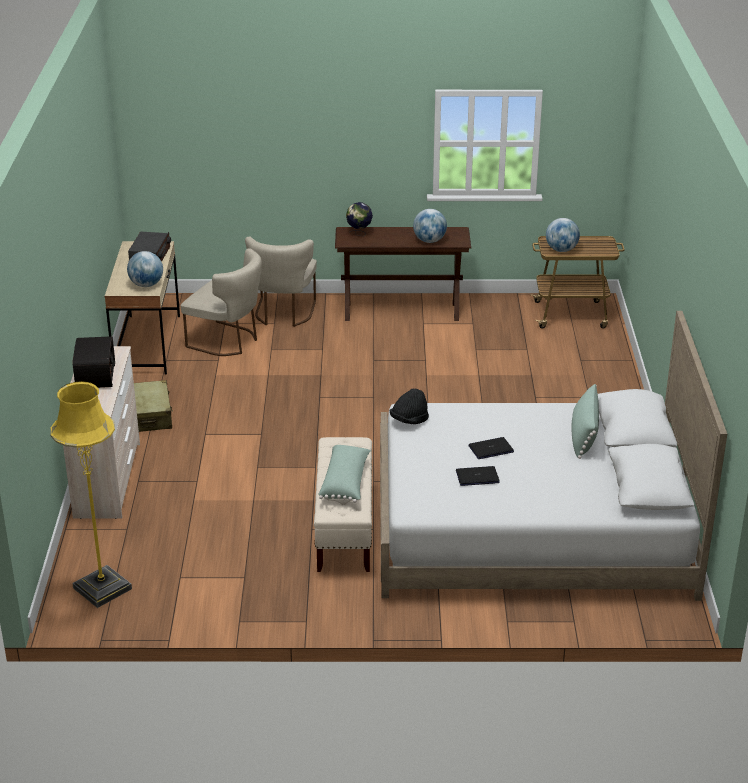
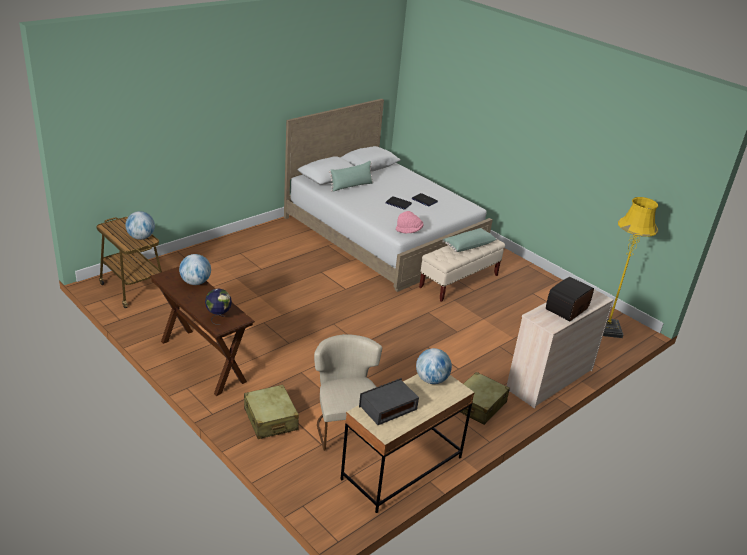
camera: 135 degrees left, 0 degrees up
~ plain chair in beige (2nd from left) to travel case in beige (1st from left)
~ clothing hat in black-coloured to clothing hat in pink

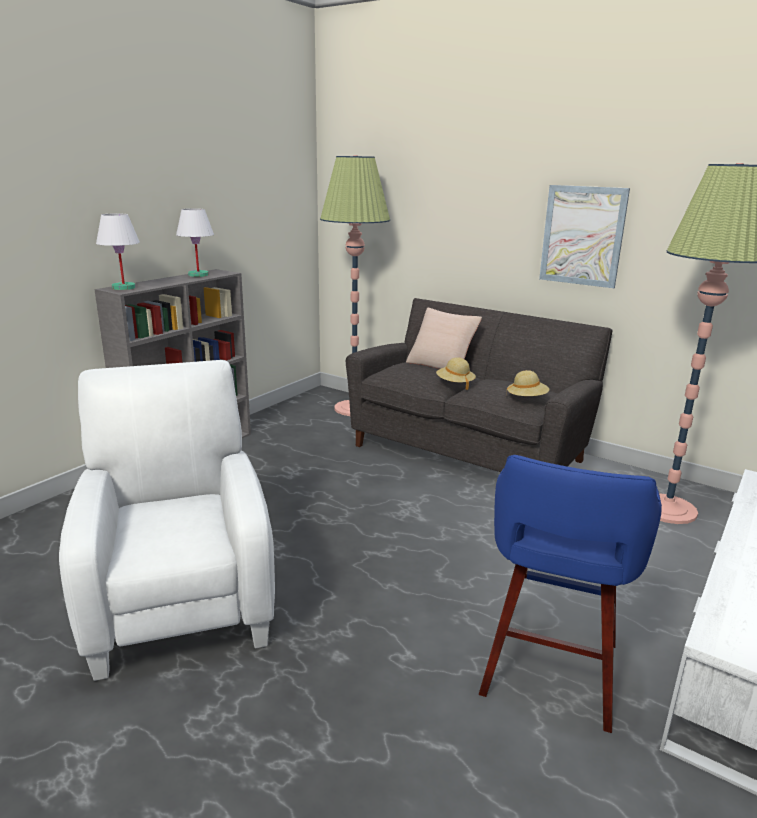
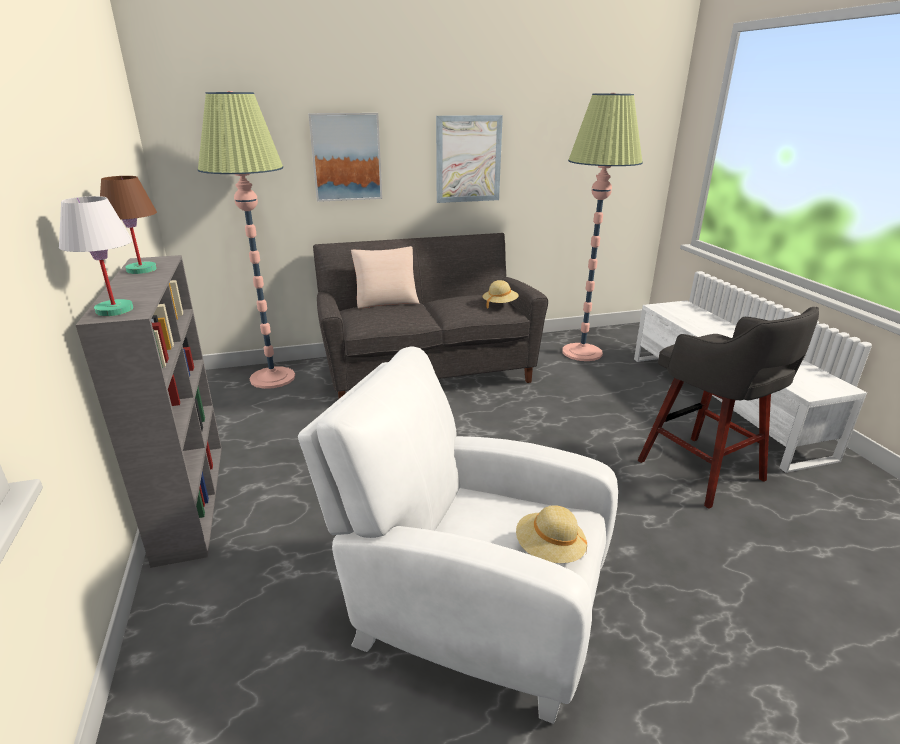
camera: 50 degrees left, 5 degrees up
~ tabletop lamp in white (2nd from left) to tabletop lamp in brownish
+ wall picture (1st from left)
~ clothing hat in beige (1st from left in the first image) to clothing hat in beige (2nd from left)
~ sitting stool in blue-coloured to sitting stool in gray

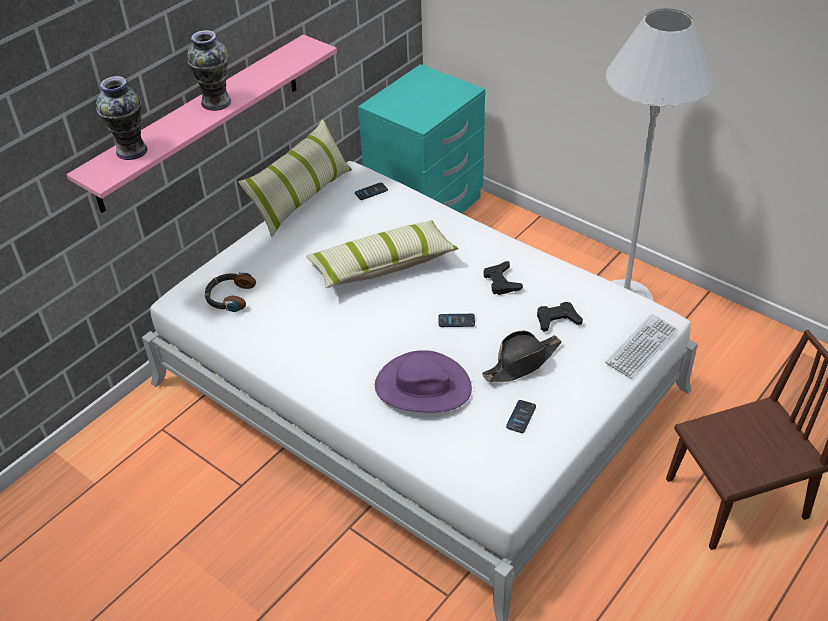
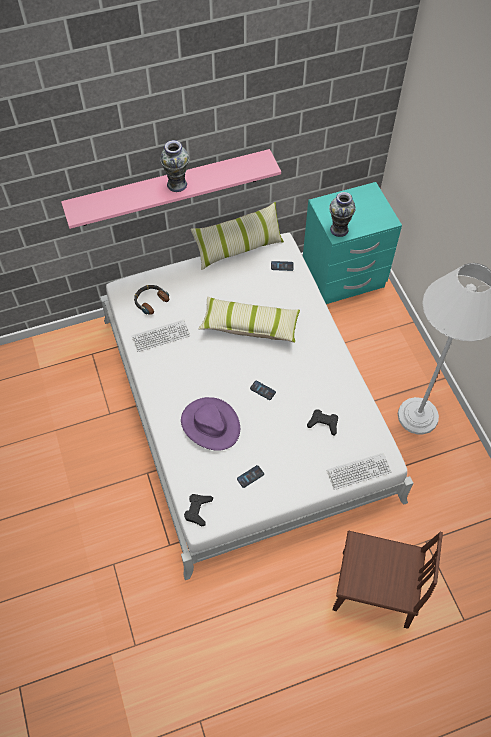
camera: 30 degrees right, 15 degrees up
+ computer keyboard (1st from left)
~ game controller in black-coloured (1st from left)
~ vase (1st from left in the first image) to vase (2nd from left)
- clothing hat in black-coloured

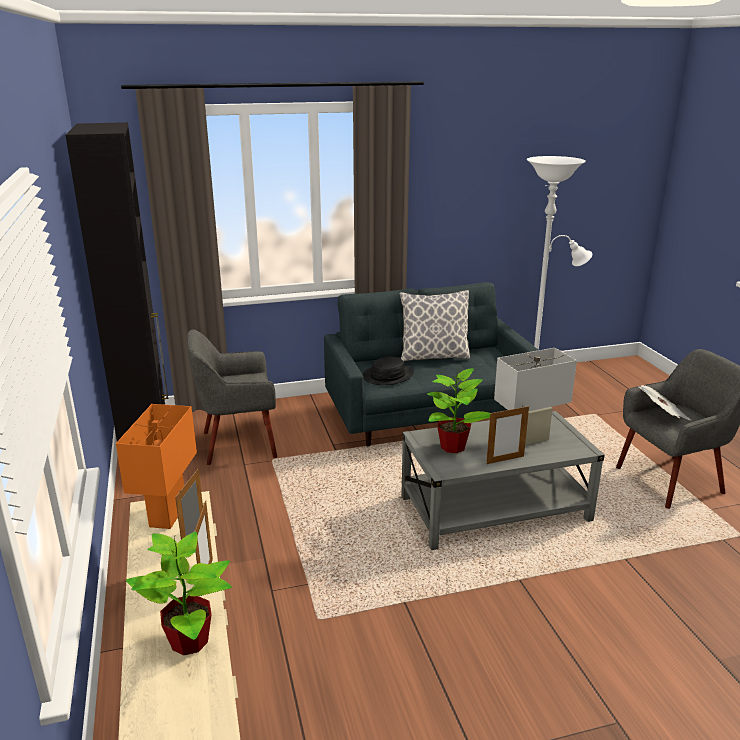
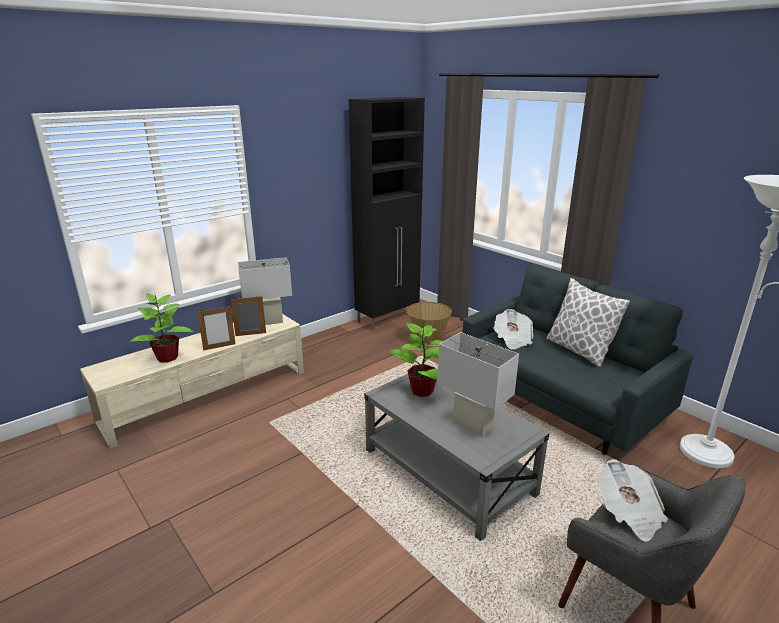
camera: 65 degrees right, 0 degrees up
~ tabletop lamp in orangey to tabletop lamp in white (1st from left)
~ easy chair in gray (1st from left) to storage basket
~ clothing hat in black-coloured to newspaper (1st from left)
- photo frame (3rd from left)

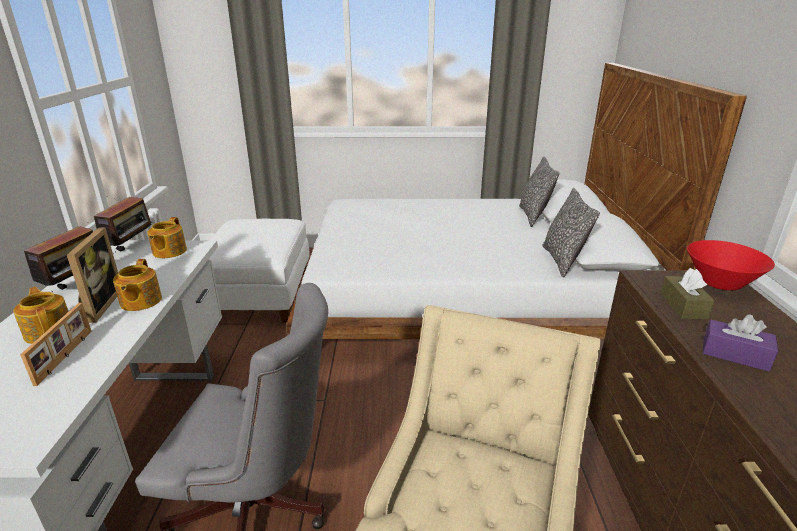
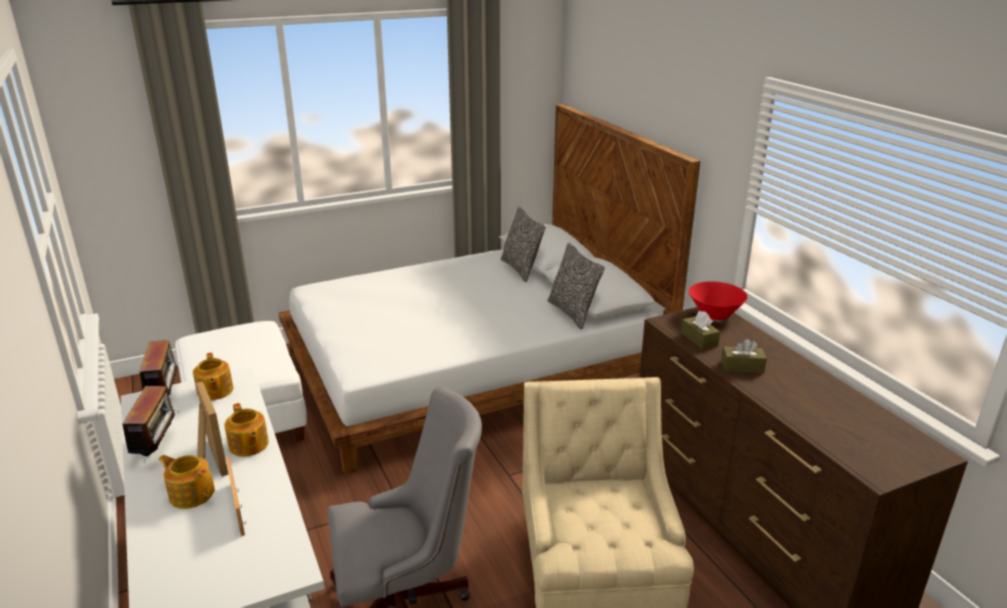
camera: 25 degrees left, 0 degrees up
~ tissue box in purple to tissue box in brownish (2nd from left)

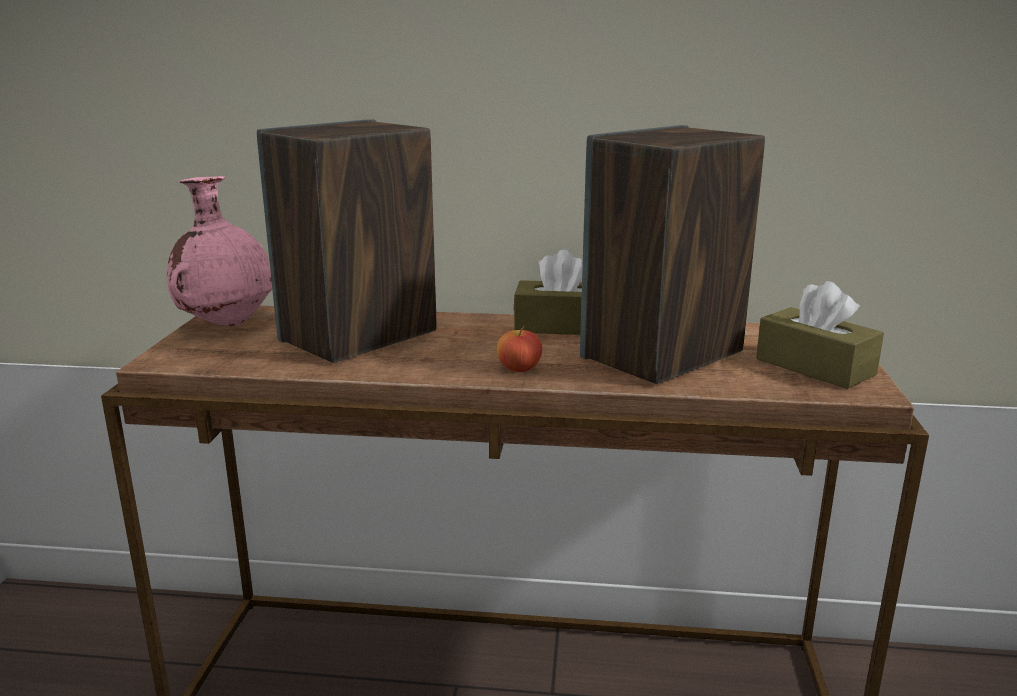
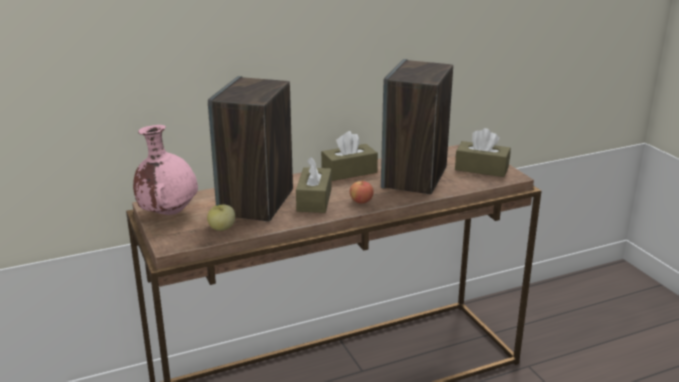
camera: 30 degrees left, 5 degrees up
+ whole apple (1st from left)
+ tissue box in brownish (1st from left)

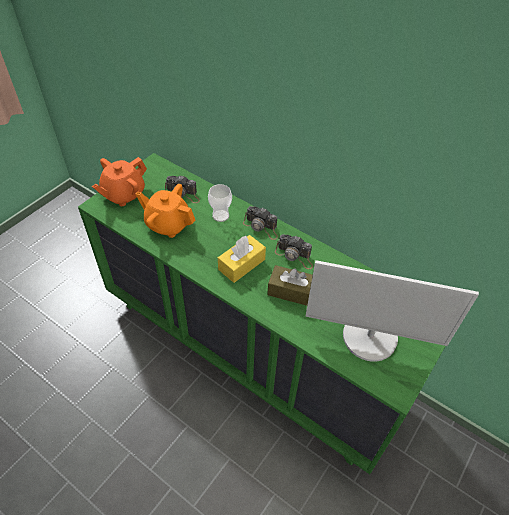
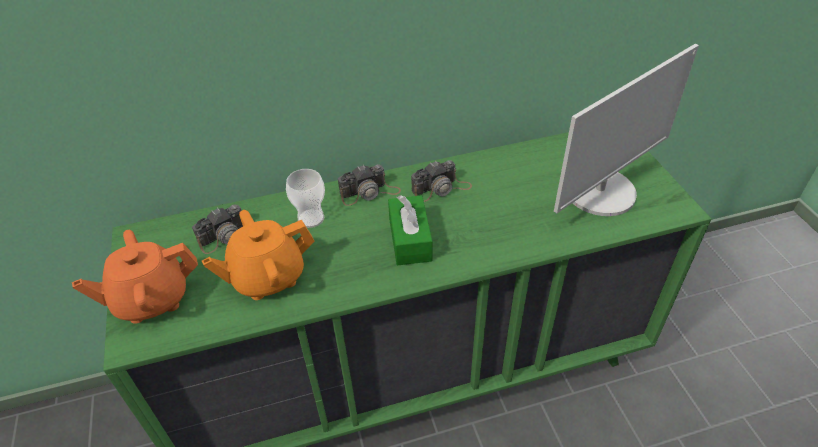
camera: 50 degrees left, 5 degrees down
~ tea pot in orangey (1st from left) 75 degrees clockwise
~ tissue box in yellow to tissue box in greenish
- tissue box in brownish

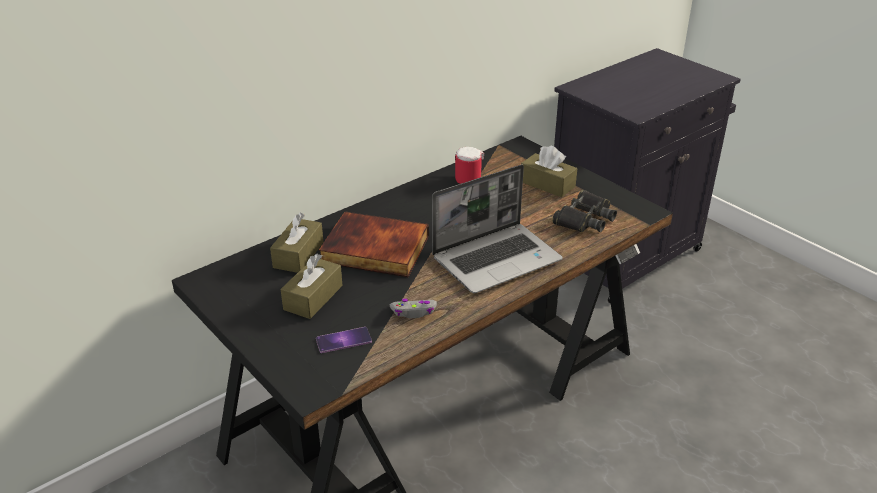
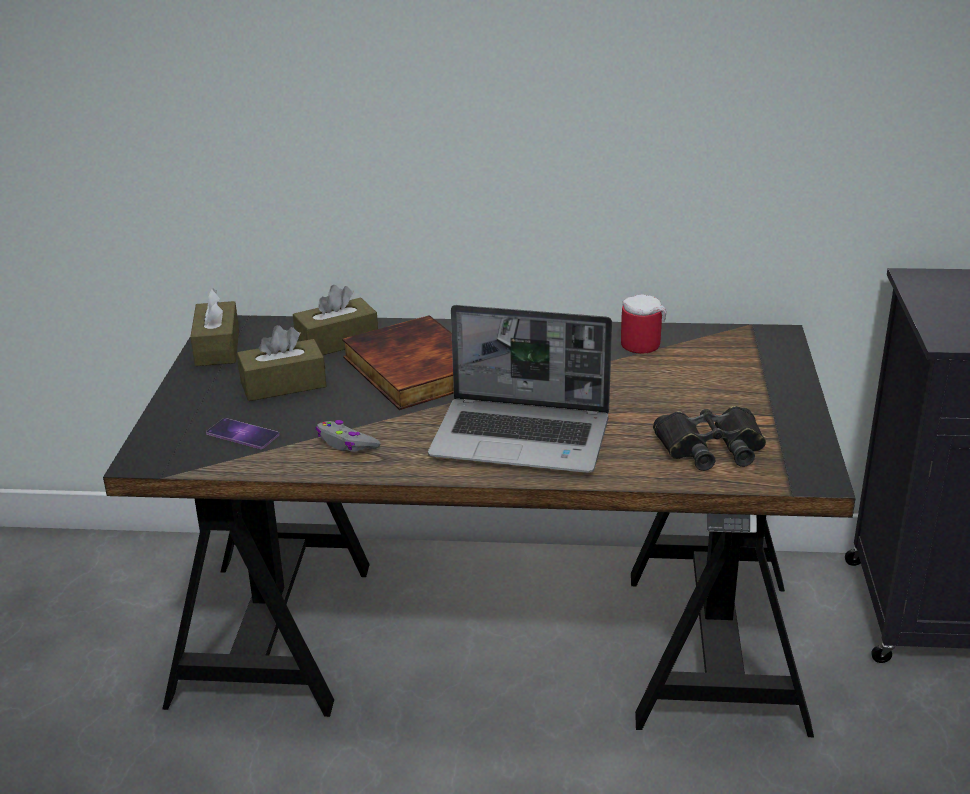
camera: 45 degrees right, 5 degrees down
~ tissue box in brownish (3rd from left in the first image) to tissue box in brownish (1st from left)

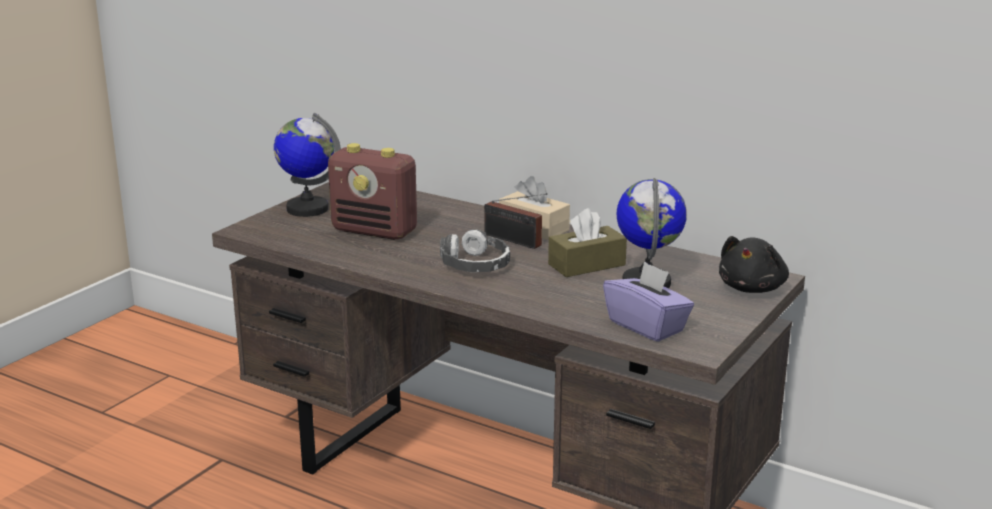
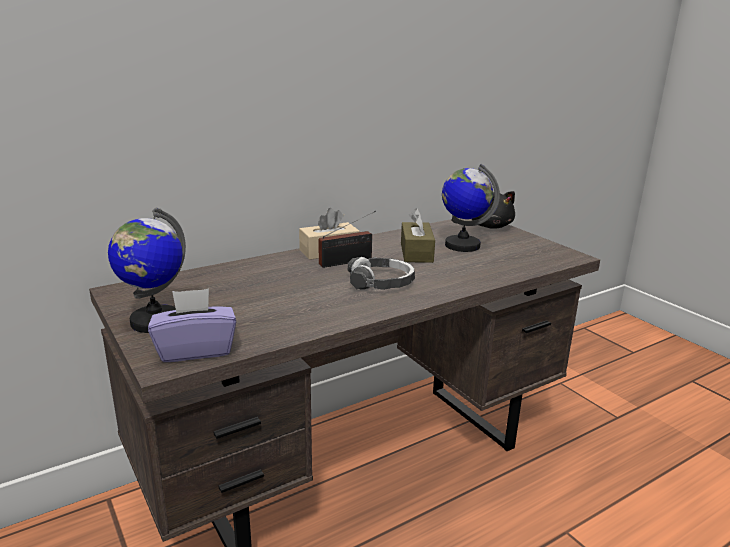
camera: 65 degrees left, 0 degrees up
~ tissue box in purple
- radio (1st from left)

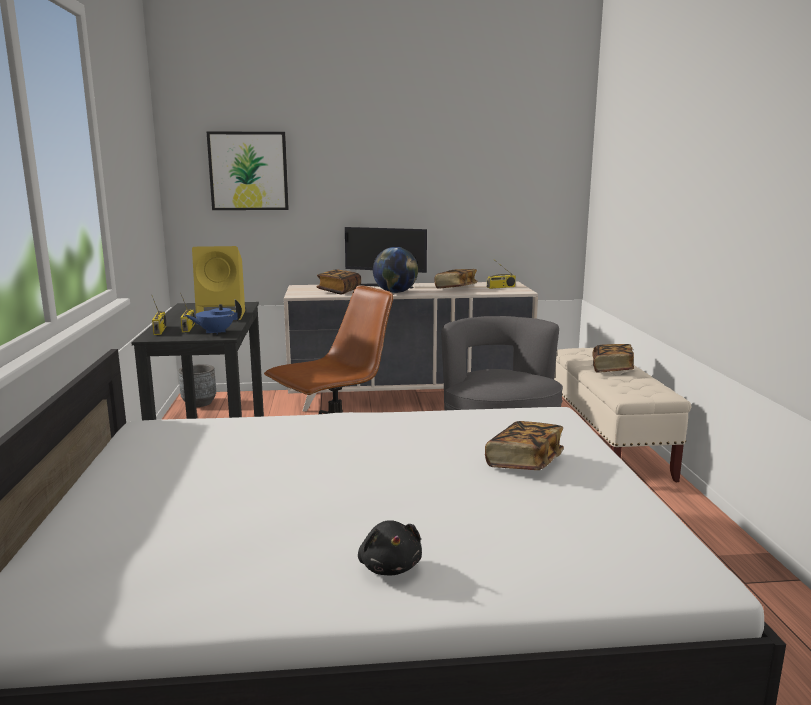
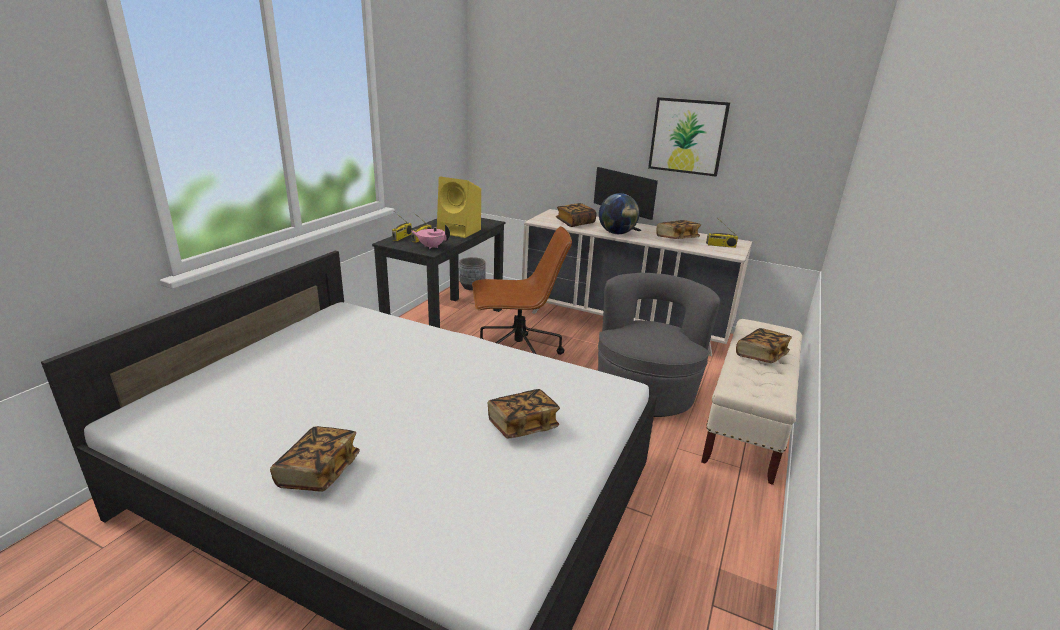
camera: 30 degrees right, 10 degrees up
~ plush toy in black-coloured to volume (1st from left)
~ tea pot in blue-coloured to tea pot in pink
~ wall picture

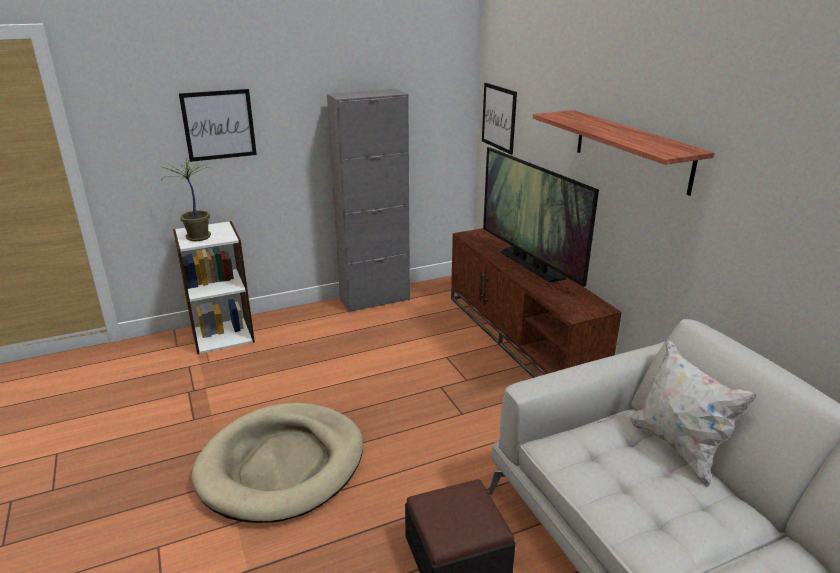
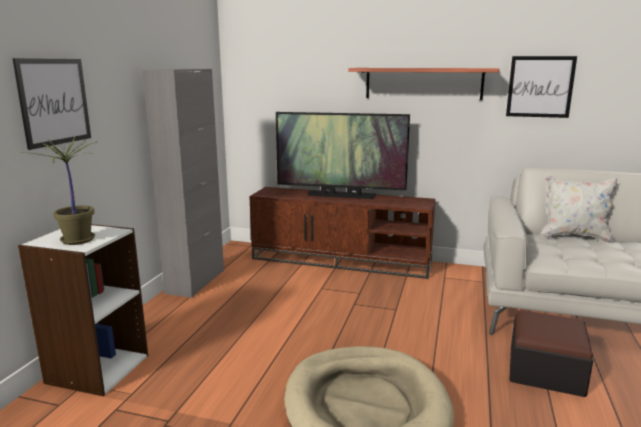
camera: 50 degrees left, 10 degrees down
~ wall picture (2nd from left)

